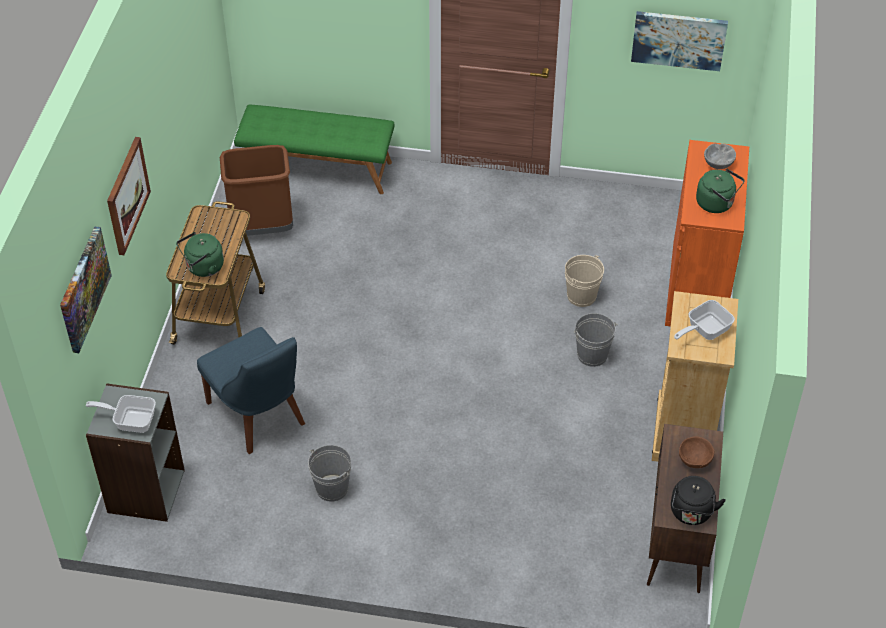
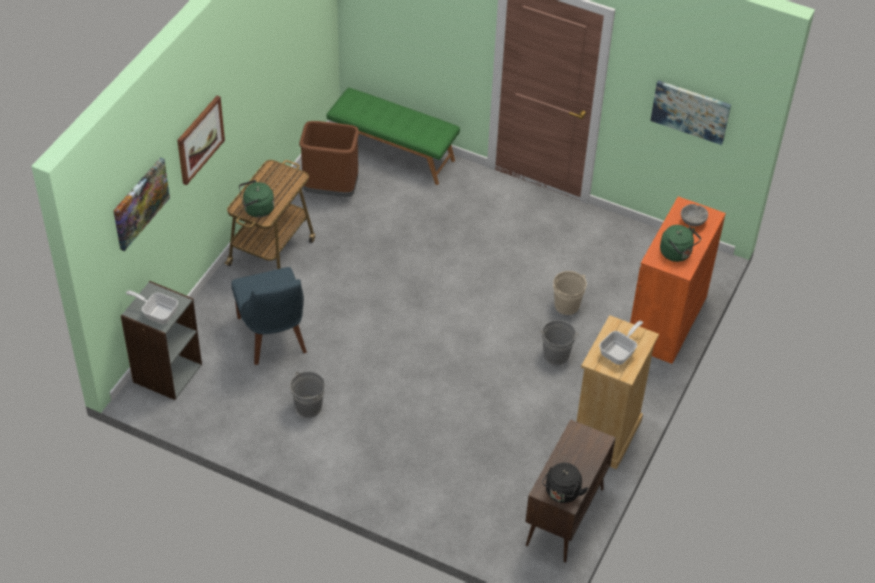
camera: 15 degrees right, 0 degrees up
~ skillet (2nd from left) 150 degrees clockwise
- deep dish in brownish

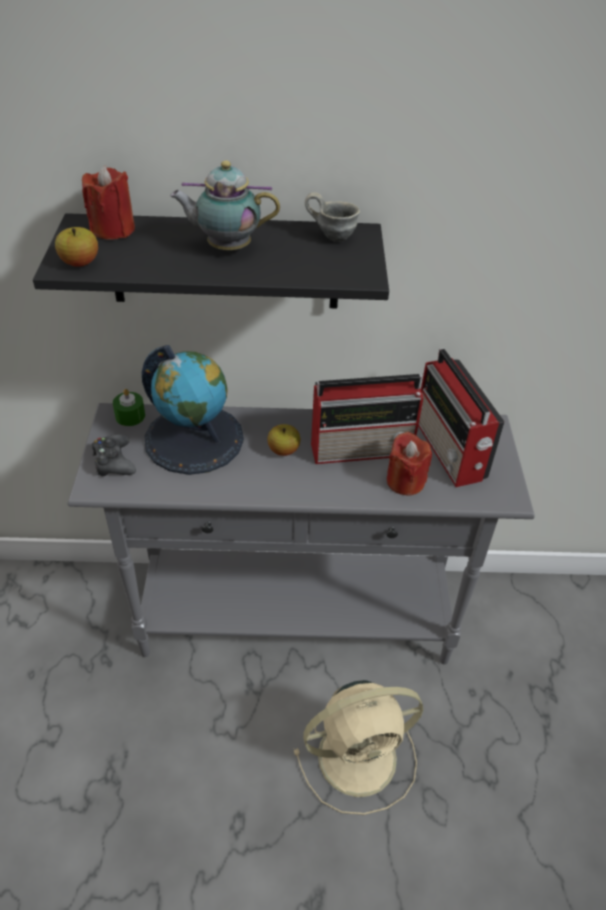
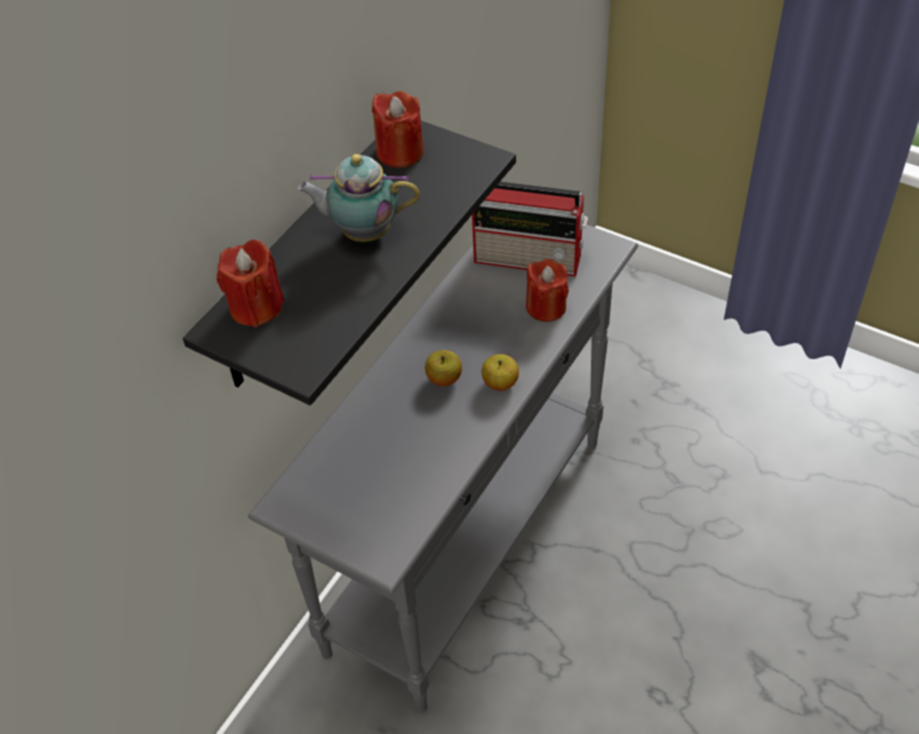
camera: 55 degrees left, 5 degrees up
~ tea pot 60 degrees clockwise
~ mug in gray to wax light in red (2nd from left)
~ whole apple (1st from left in the first image) to whole apple (2nd from left)
- game controller in black-coloured
- wax light in greenish
- desk globe
- fan in beige
- radio (1st from left)

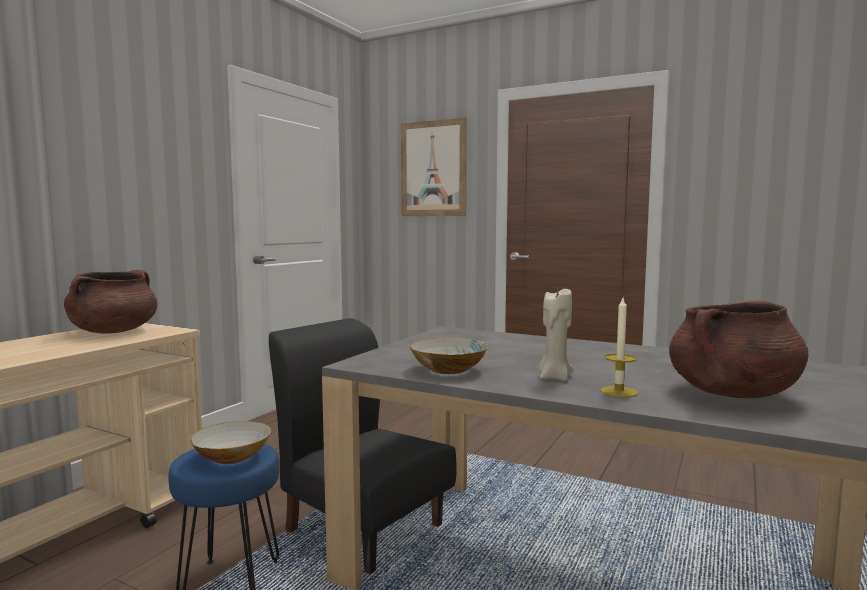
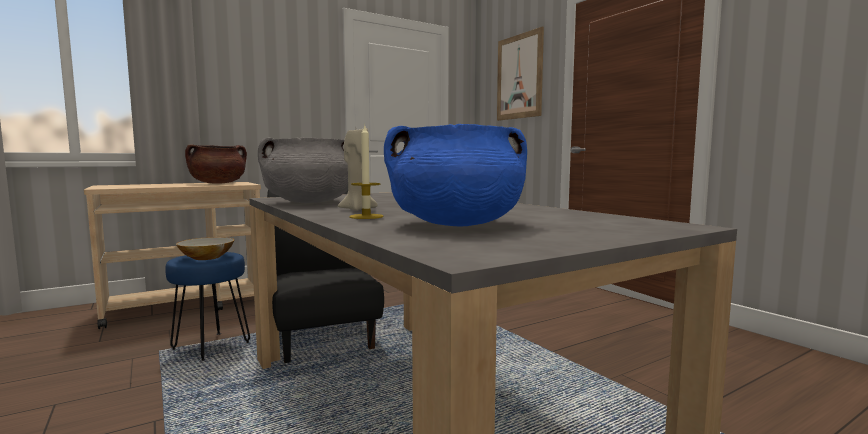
camera: 30 degrees right, 0 degrees up
~ deep dish (2nd from left) to stockpot in gray
~ stockpot in brownish (2nd from left) to stockpot in blue-coloured

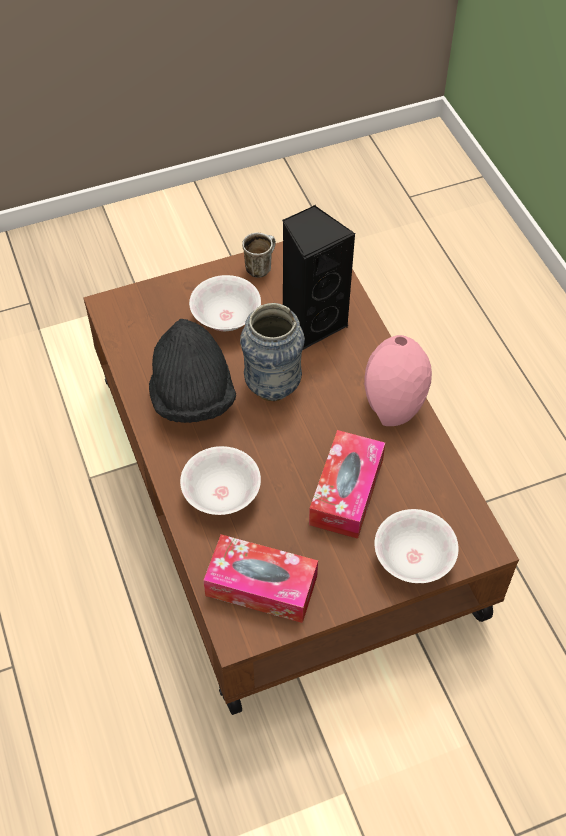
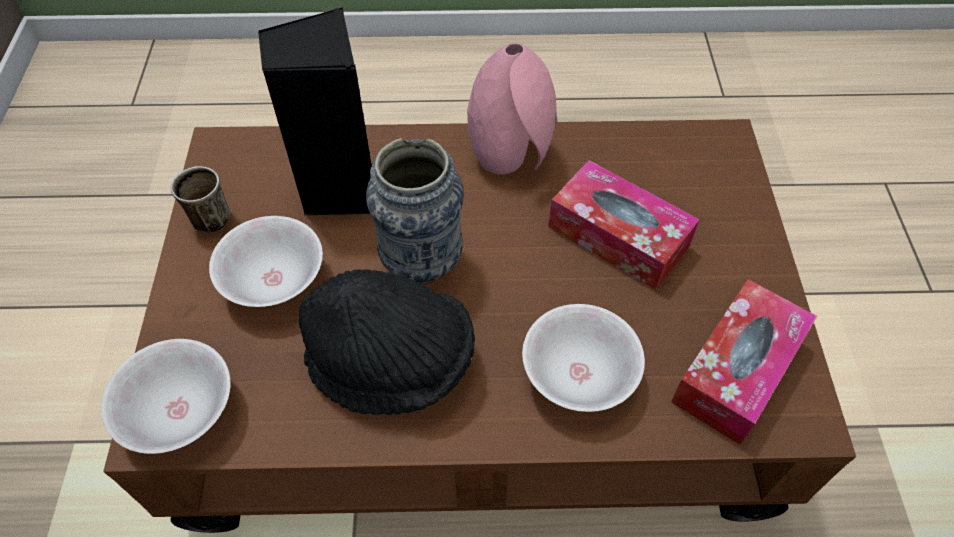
camera: 70 degrees left, 0 degrees up
~ deep dish in white (3rd from left in the first image) to deep dish in white (1st from left)

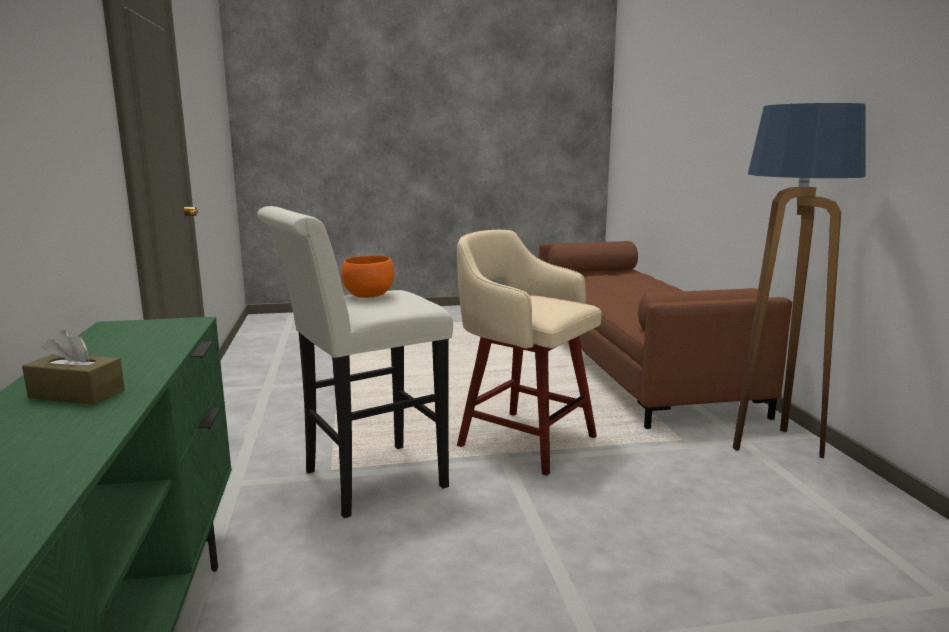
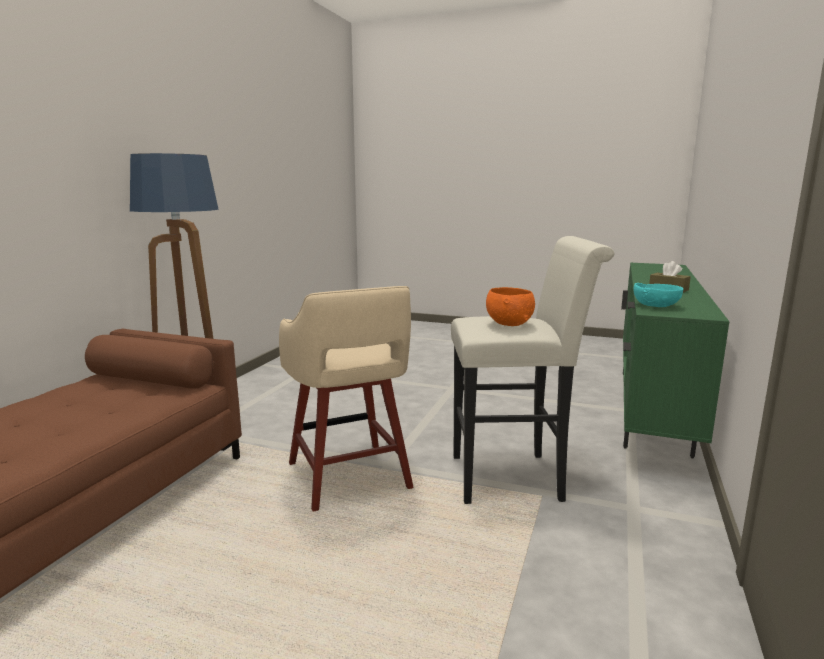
camera: 150 degrees left, 0 degrees up
+ deep dish in blue-green

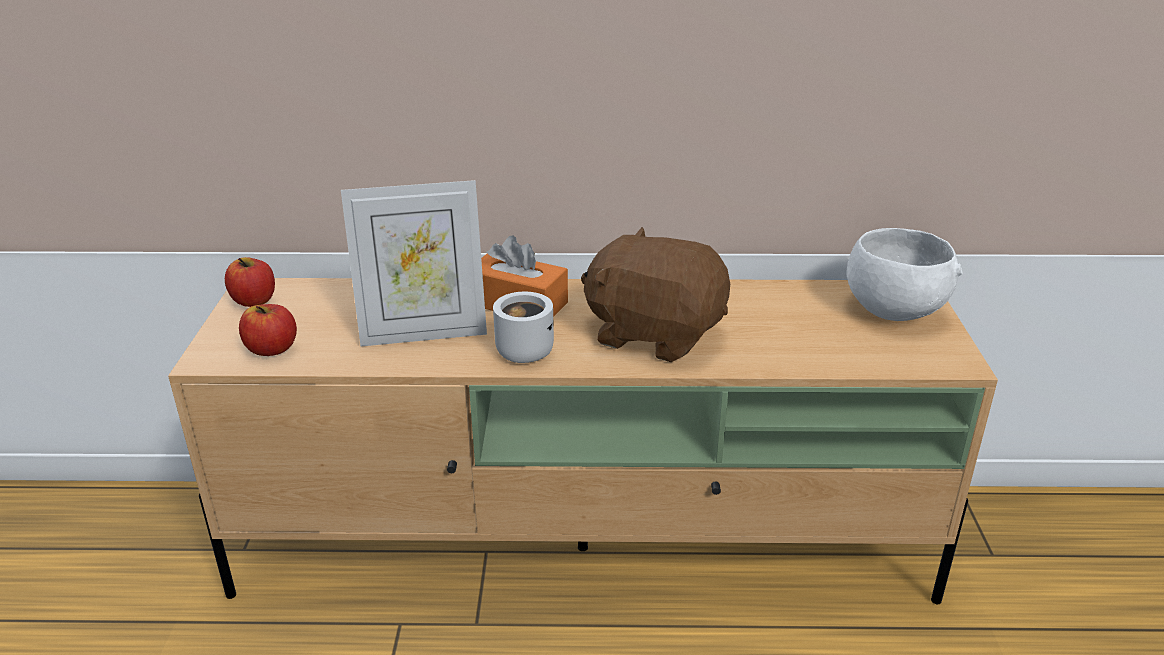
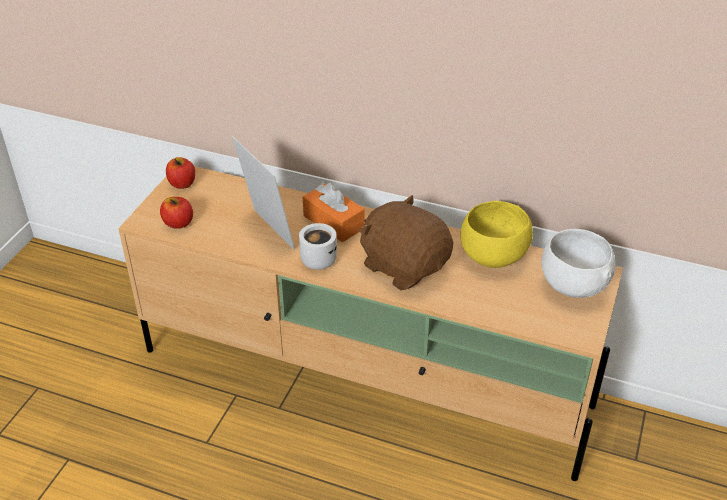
camera: 20 degrees right, 10 degrees up
~ photo frame 135 degrees counterclockwise
+ deep dish in yellow

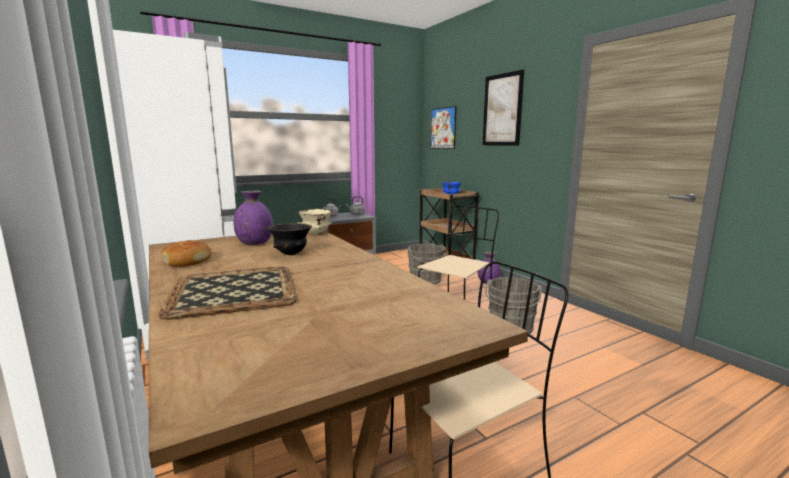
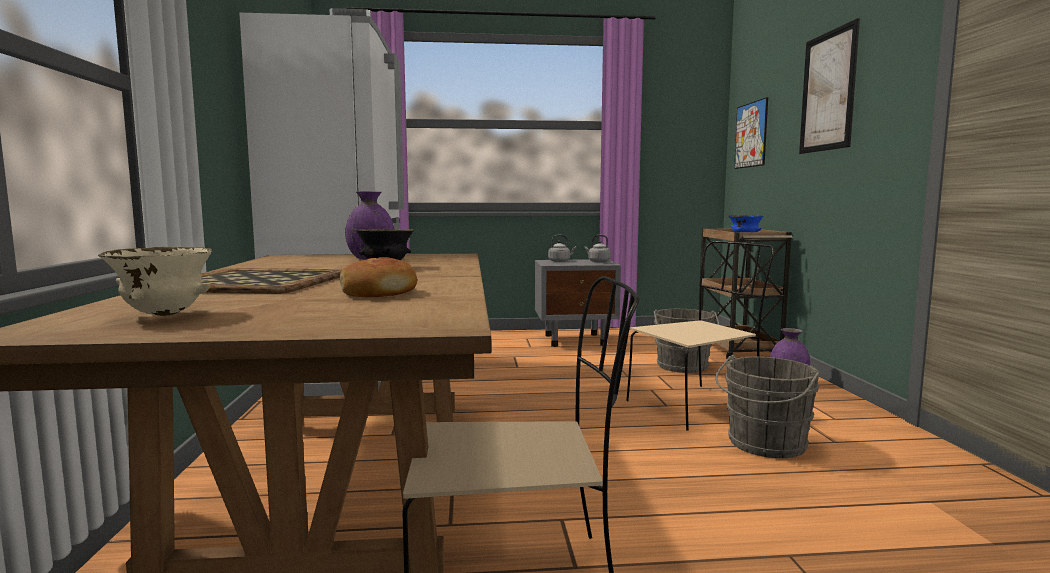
camera: 25 degrees right, 5 degrees down
~ deep dish in beige
~ bread

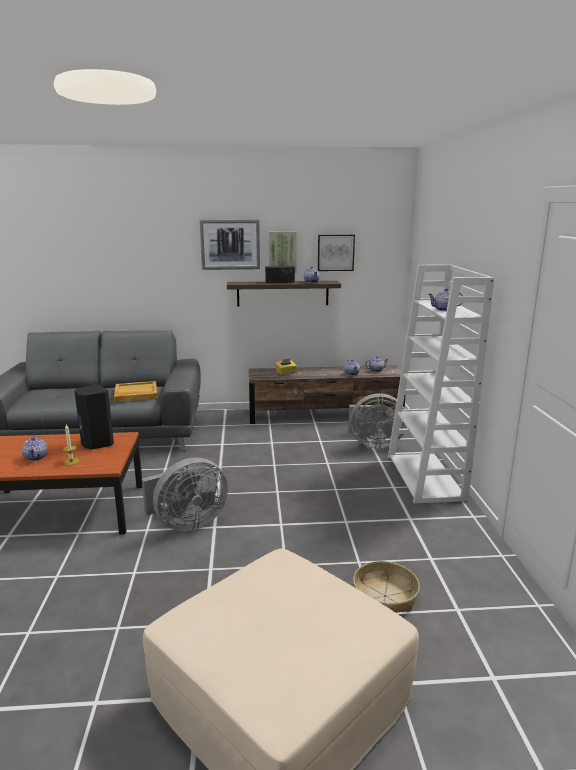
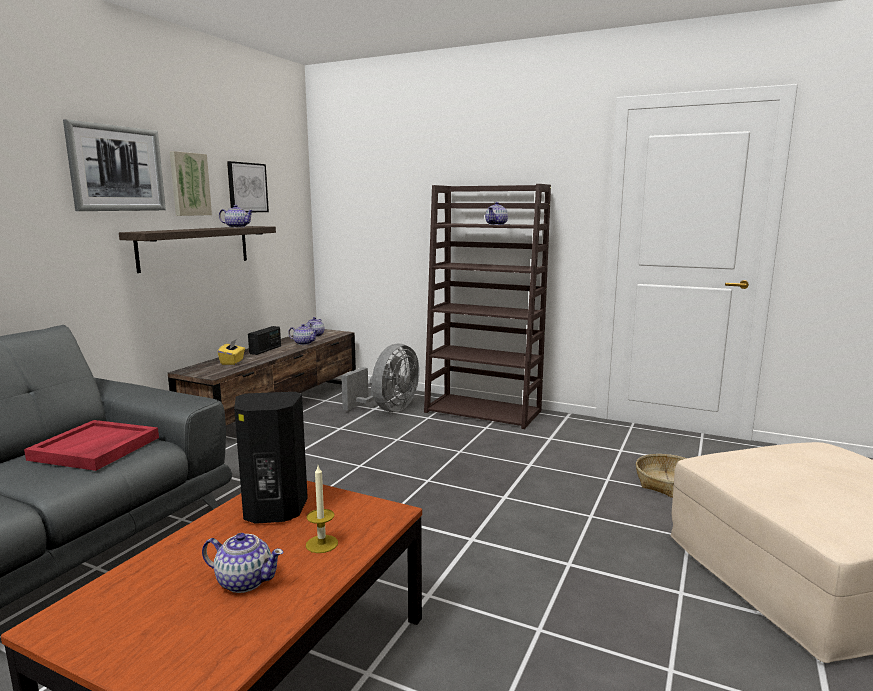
camera: 60 degrees left, 5 degrees down
~ serving tray in beige to serving tray in red
~ radio
~ shelving unit in white to shelving unit in brownish
- fan in gray (1st from left)

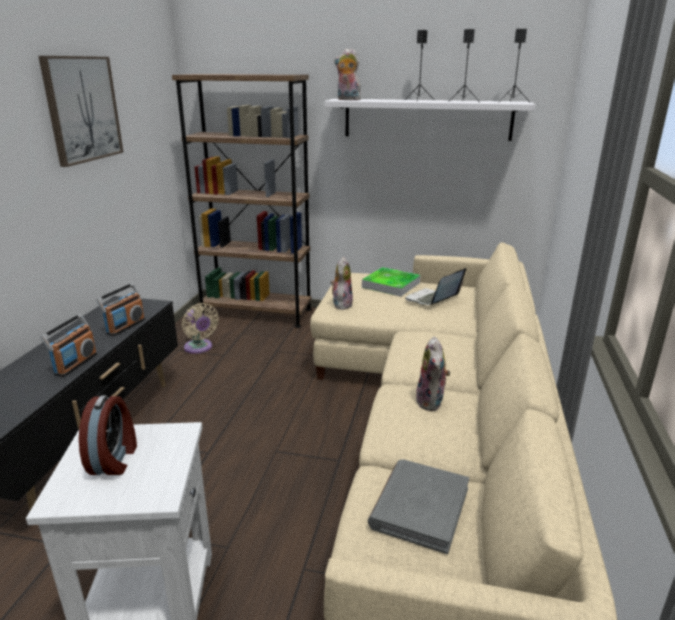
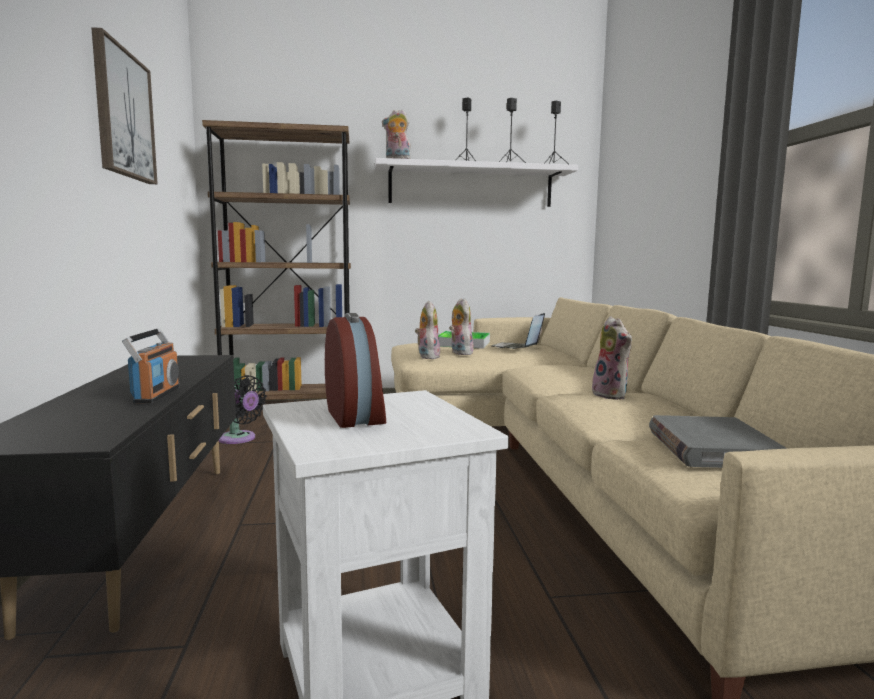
camera: 20 degrees left, 15 degrees down
~ fan in beige to fan in black-coloured
+ plush toy (3rd from left)
- radio (2nd from left)

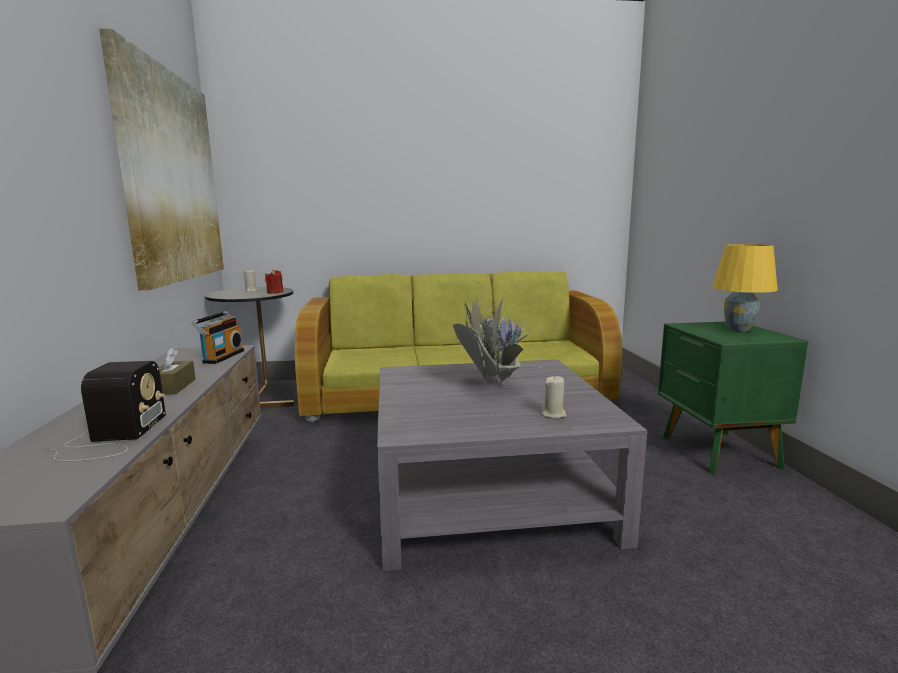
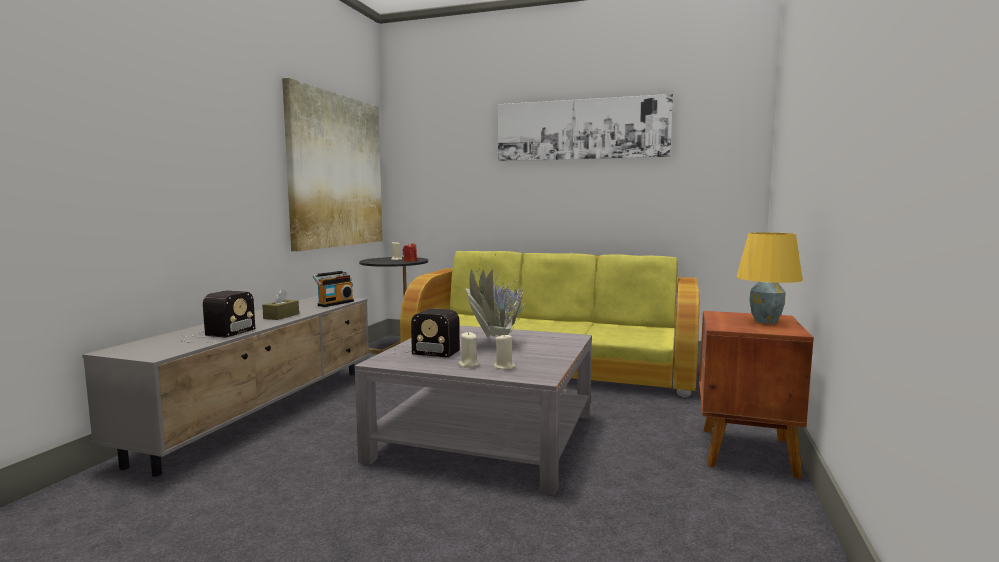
camera: 25 degrees right, 5 degrees down
+ radio (3rd from left)
+ wax light in beige (2nd from left)
+ wall picture (2nd from left)
~ bedside table in greenish to bedside table in brownish

